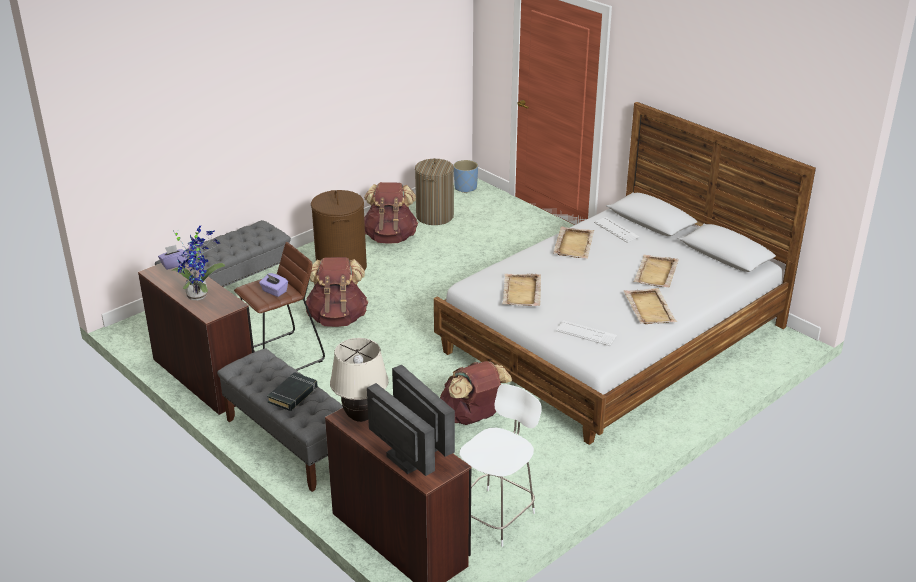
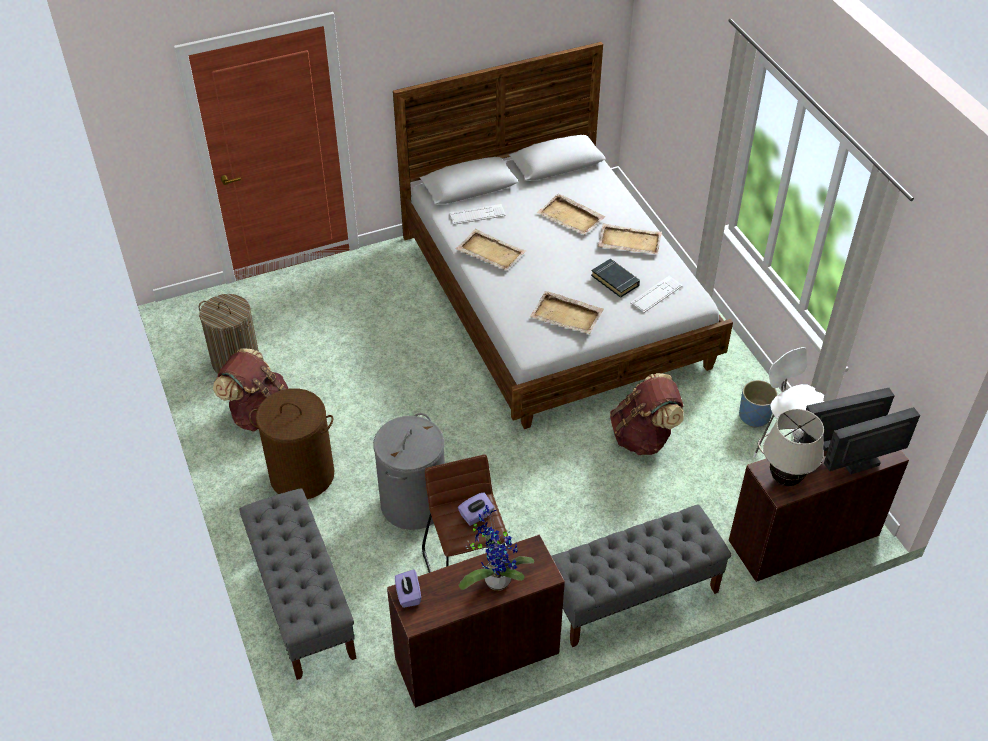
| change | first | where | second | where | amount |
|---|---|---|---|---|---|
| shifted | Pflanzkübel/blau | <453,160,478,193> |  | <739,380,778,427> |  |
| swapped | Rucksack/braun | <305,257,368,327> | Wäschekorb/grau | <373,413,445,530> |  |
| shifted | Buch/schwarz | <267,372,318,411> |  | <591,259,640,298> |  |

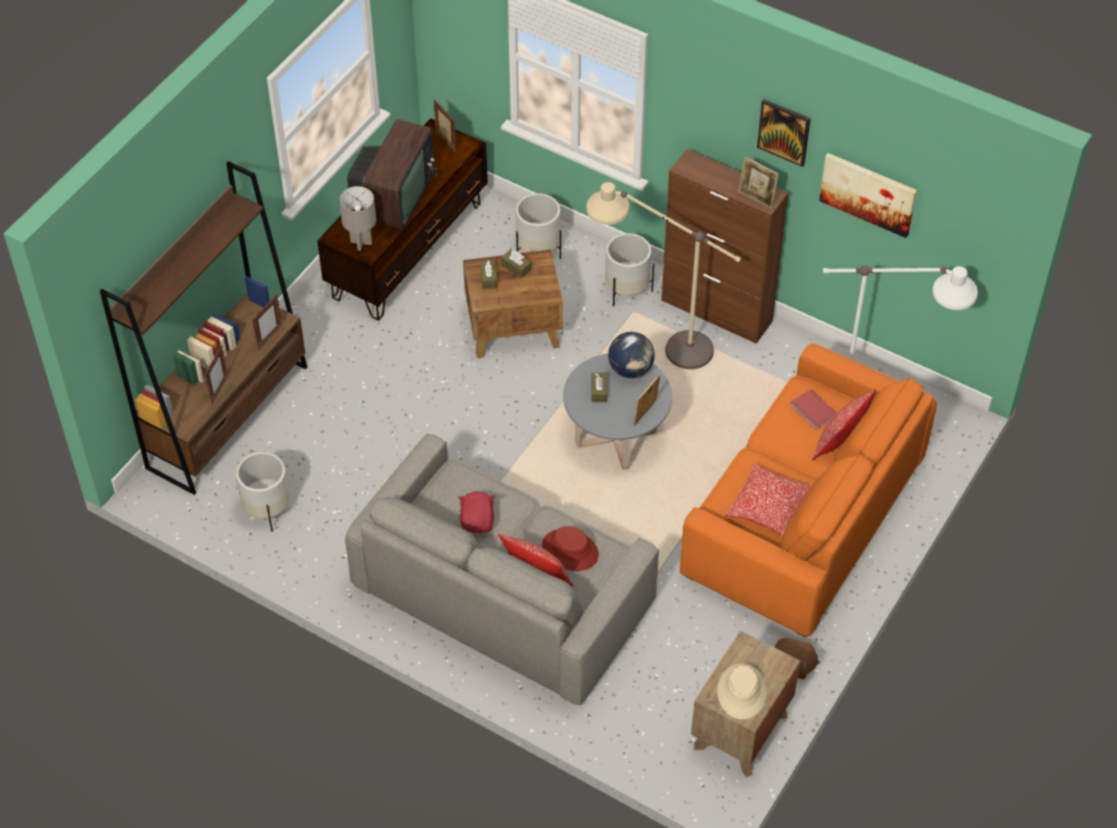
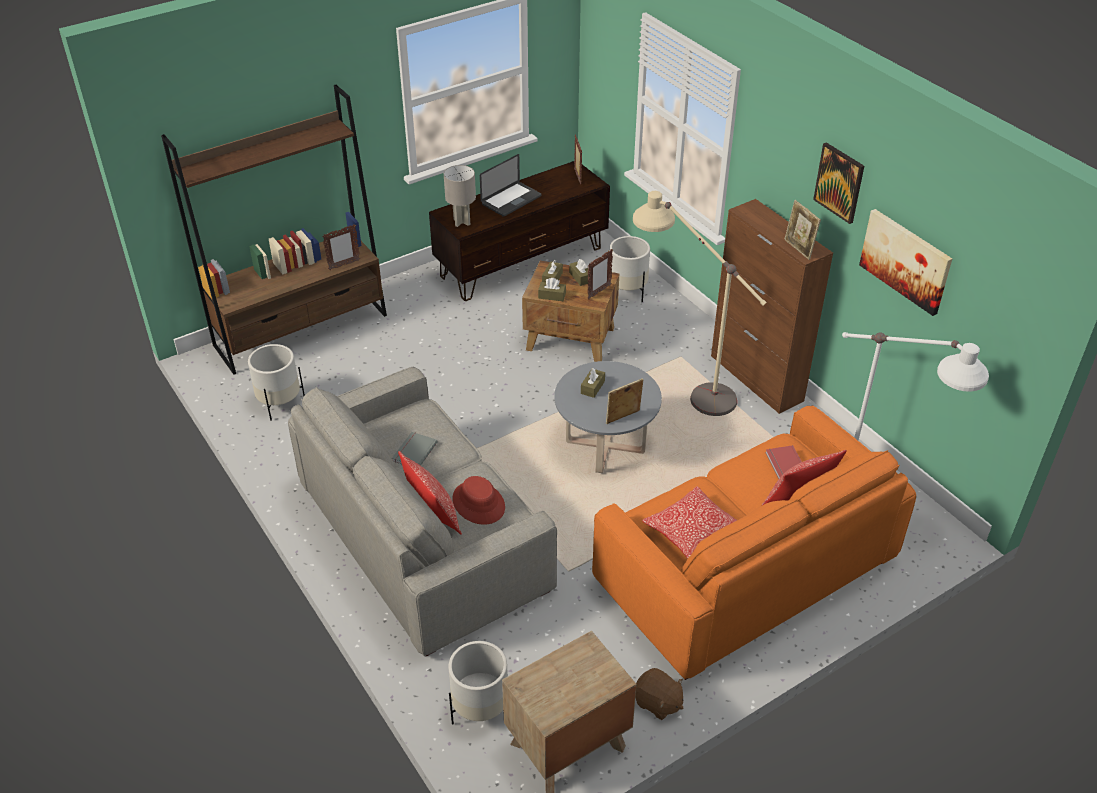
| change | first | where | second | where | amount |
|---|---|---|---|---|---|
| swapped | Fernseher | <347,119,437,229> | Laptop | <480,154,541,217> |  |
| shifted | Pflanzkübel/weiß | <605,233,654,307> |  | <449,641,508,725> |  |
| gone | Globus | <608,332,655,378> |  |  |  |
| shifted | Bilderrahmen | <205,345,228,404> |  | <588,249,613,299> |  |
| swapped | Plüschtier/rot | <458,491,495,533> | Buch/grau | <392,432,438,466> |  |
| gone | Hut/beige | <717,663,767,719> |  |  |  |
| new |  |  | Taschentuchbox/braun | <538,278,566,301> |  |

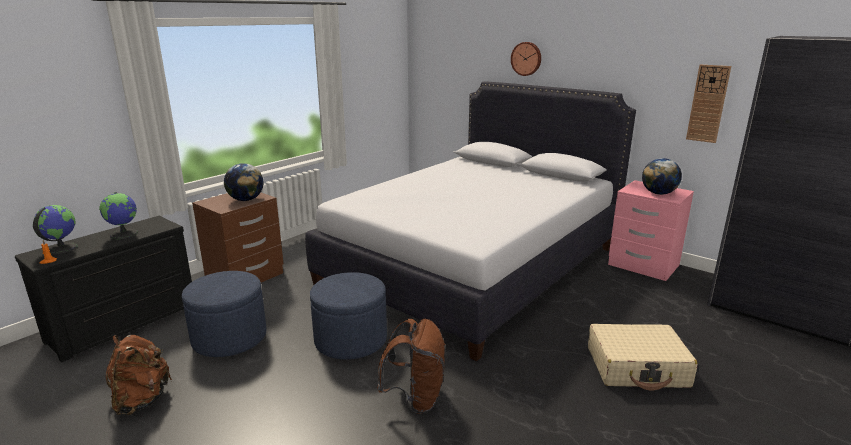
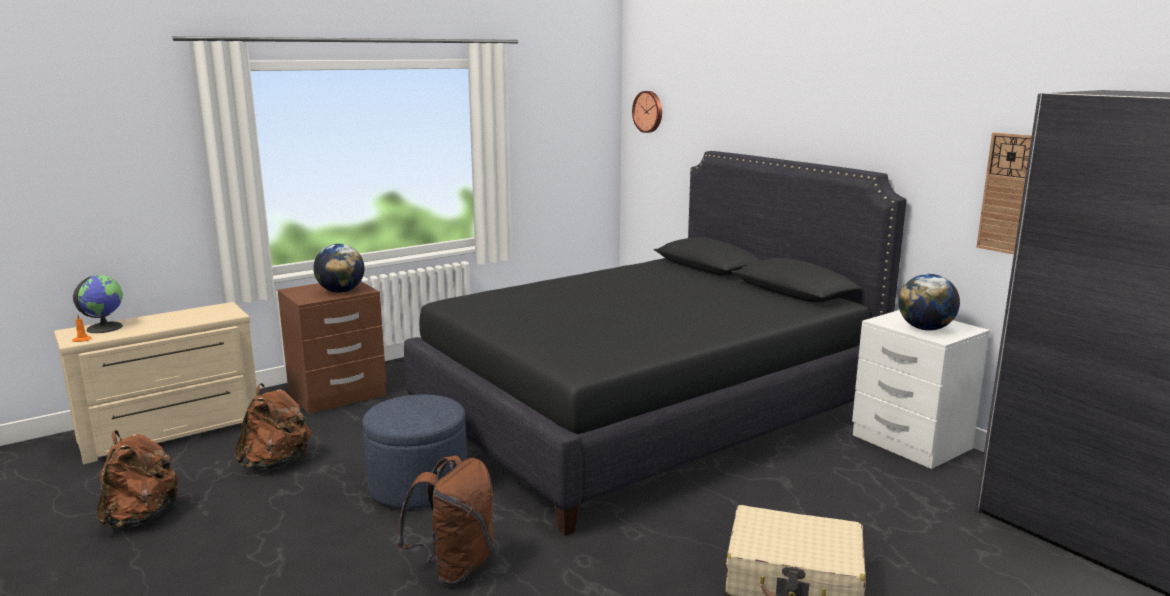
| change | first | where | second | where | amount |
|---|---|---|---|---|---|
| shifted | Wanduhr | <511,42,541,76> |  | <632,91,662,133> |  |
| repainted | Bett/weiß | <305,81,636,361> | Bett/schwarz | <404,151,907,536> |  |
| repainted | Nachttisch/rosa | <608,180,694,281> | Nachttisch/weiß | <852,310,990,469> |  |
| gone | Globus | <99,192,138,239> |  |  |  |
| repainted | Kommode/schwarz | <15,216,192,362> | Kommode/beige | <54,302,257,464> |  |
| swapped | Polsterhocker/blau | <182,271,267,357> | Rucksack/braun | <235,383,312,470> |  |

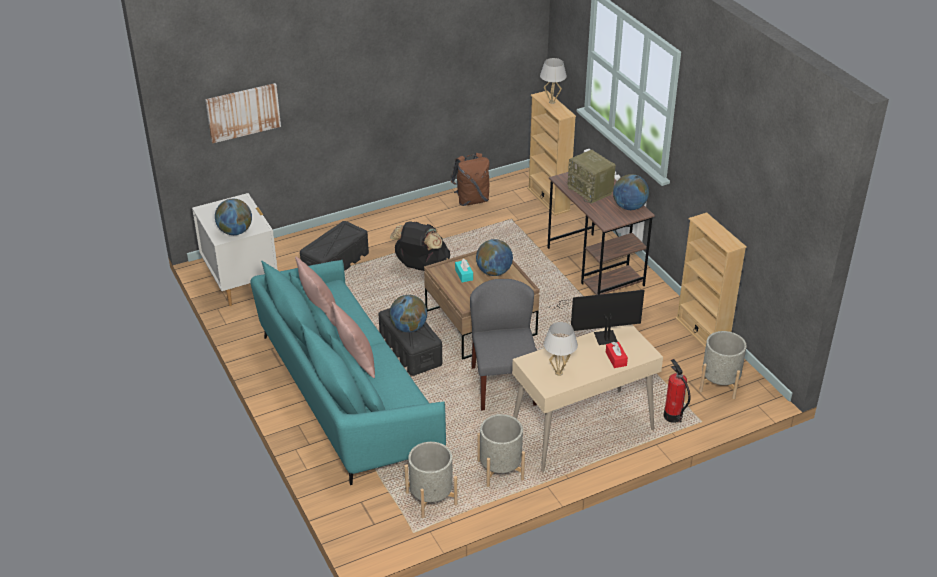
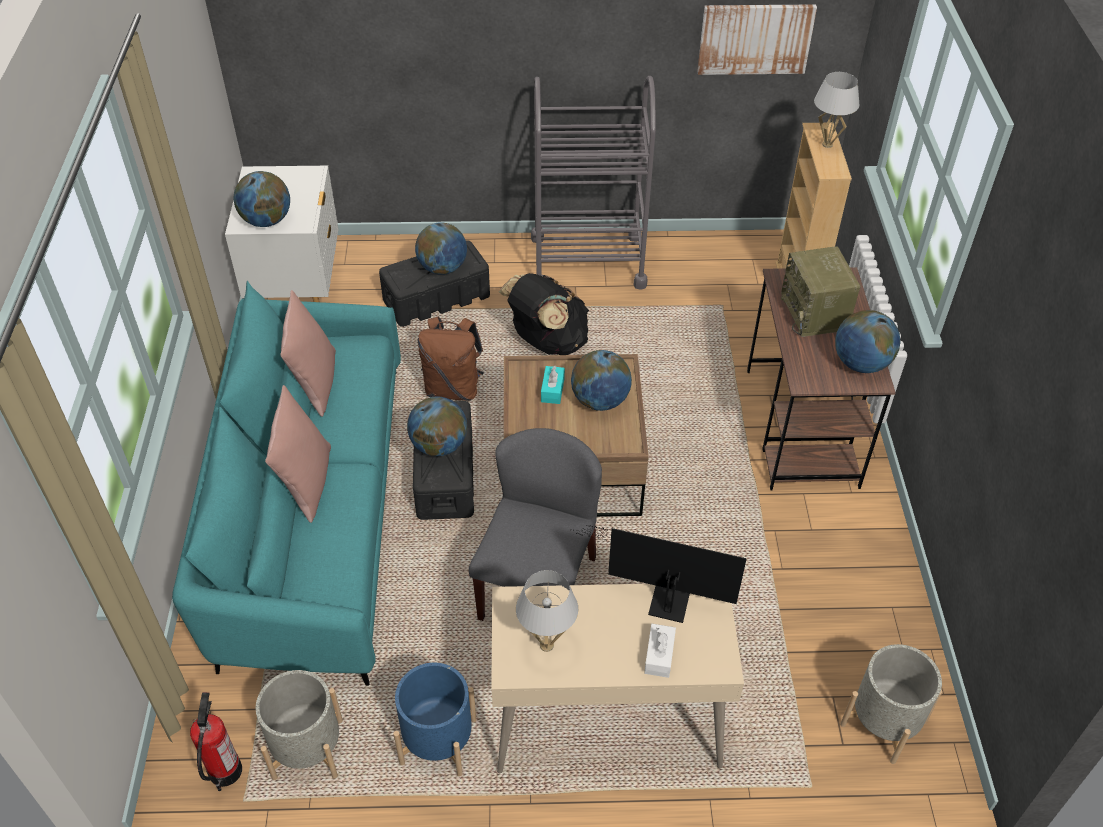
| change | first | where | second | where | amount |
|---|---|---|---|---|---|
| shifted | Bild | <205,83,281,143> |  | <697,4,817,75> |  |
| shifted | Rucksack/braun | <451,153,490,206> |  | <418,317,484,401> |  |
| gone | Bücherregal/beige | <675,212,747,348> |  |  |  |
| repainted | Taschentuchbox/rot | <606,342,628,368> | Taschentuchbox/weiß | <644,624,676,678> |  |
| shifted | Feuerlöscher | <664,359,691,423> |  | <190,692,242,791> |  |
| repainted | Pflanzkübel/grau | <477,414,525,487> | Pflanzkübel/blau | <393,663,476,776> |  |
| new |  |  | Rollwagen/grau | <531,76,656,290> |  |
| new |  |  | Globus | <415,222,467,275> |  |

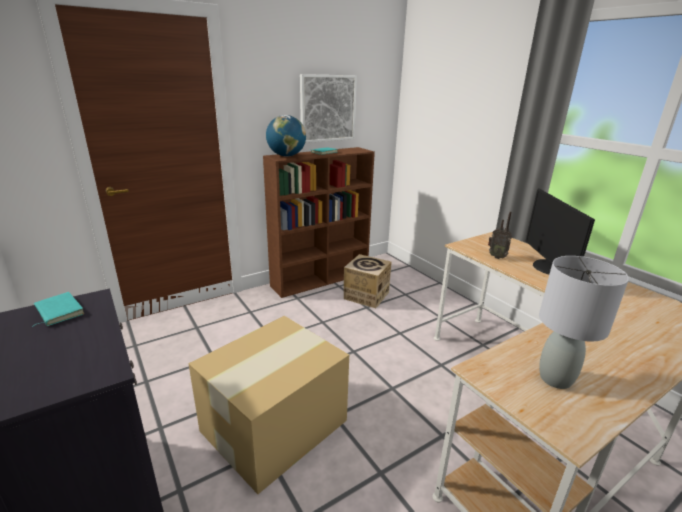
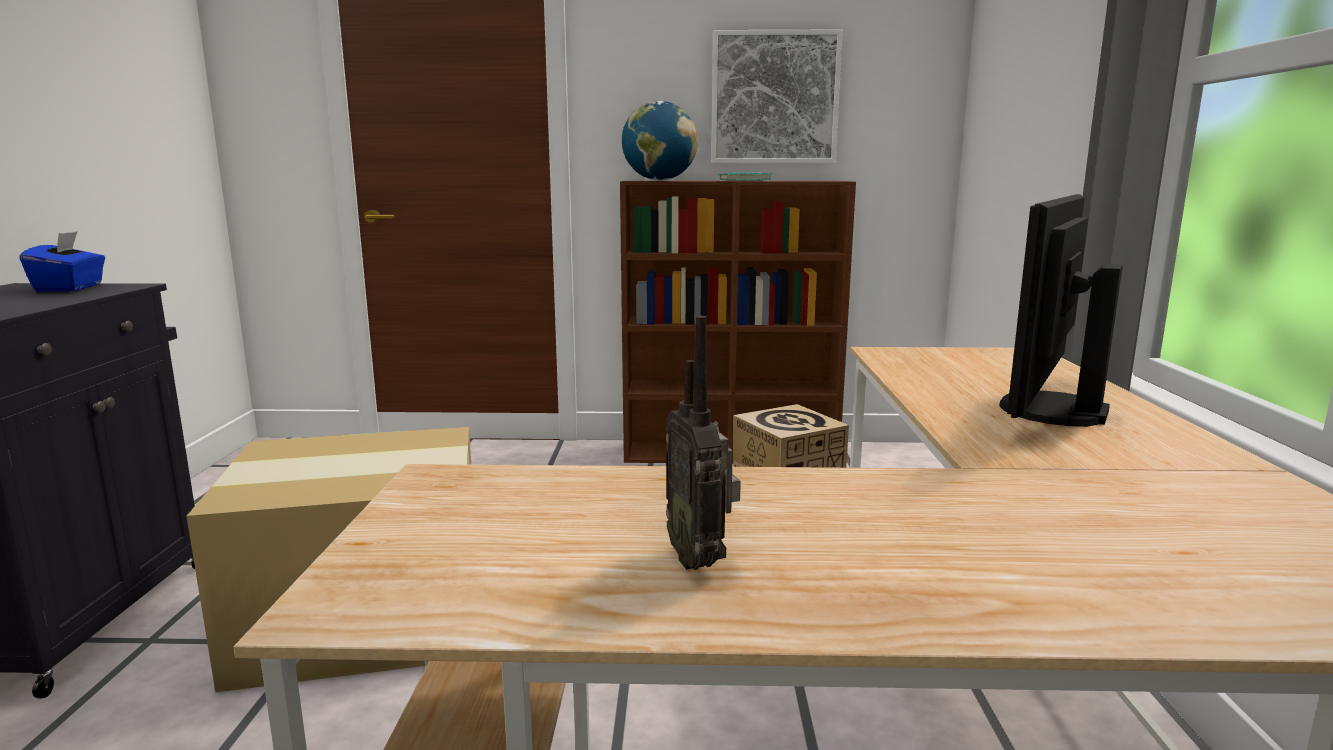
| change | first | where | second | where | amount |
|---|---|---|---|---|---|
| shifted | Radio | <488,211,512,259> |  | <665,316,741,570> |  |
| gone | Tischlampe/grau | <539,256,629,389> |  |  |  |
| swapped | Buch/türkis | <32,292,84,327> | Taschentuchbox/blau | <19,231,105,292> |  |

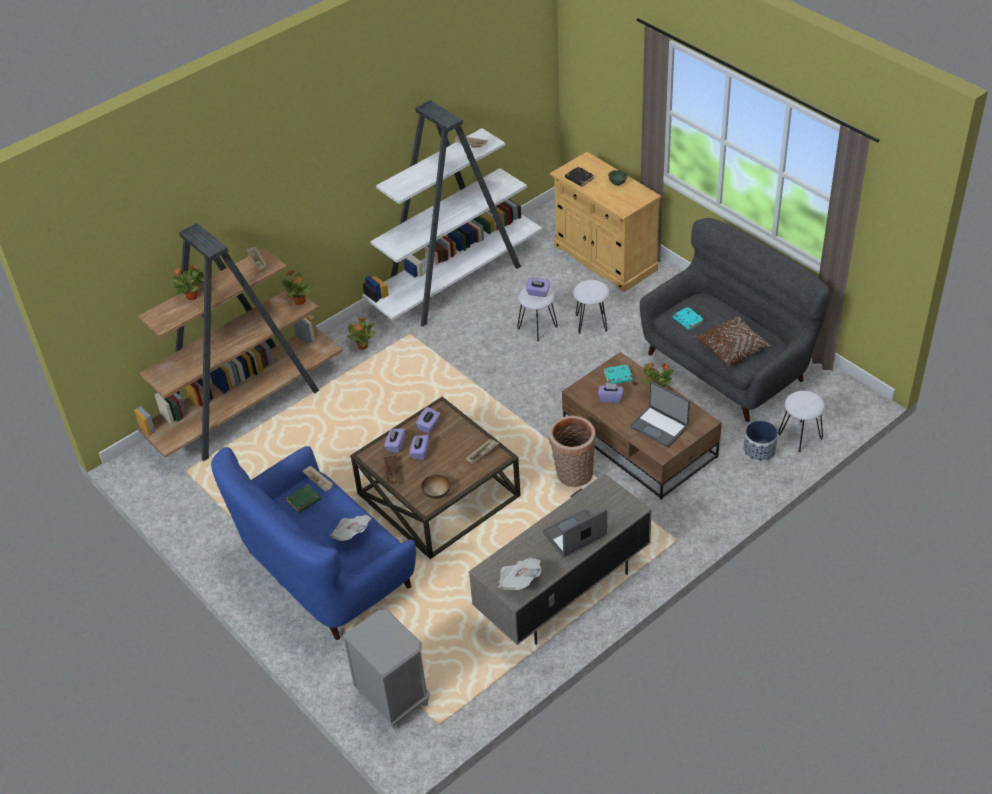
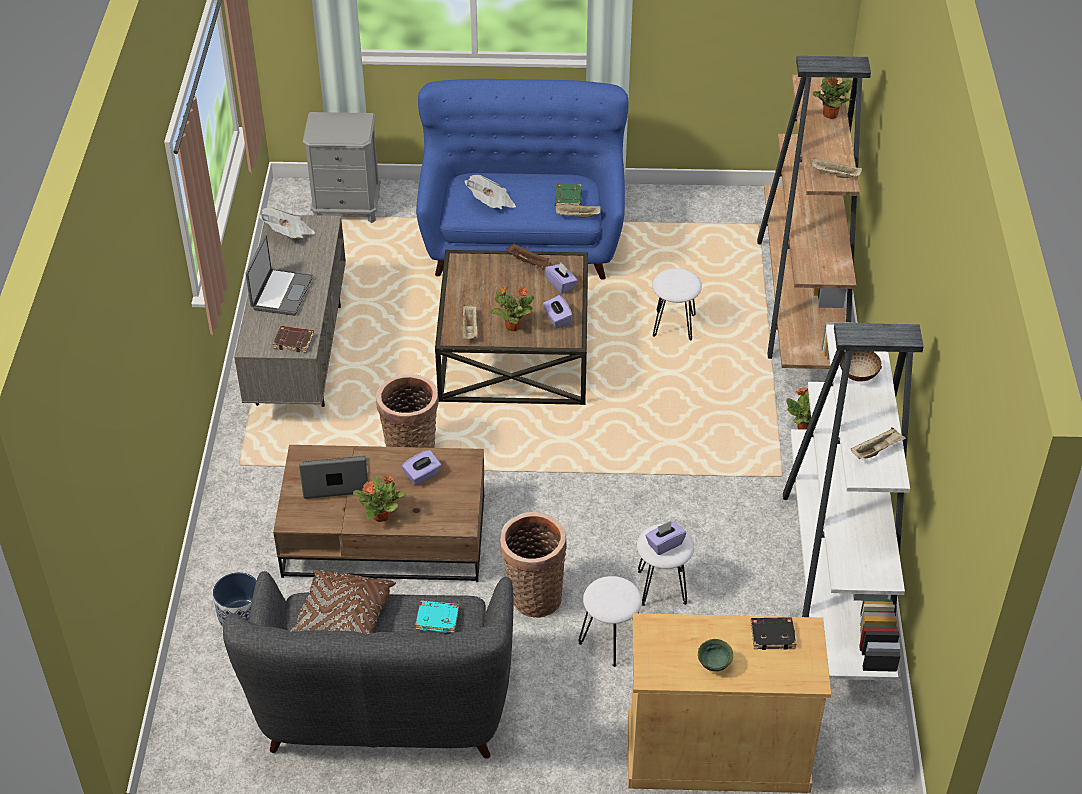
| change | first | where | second | where | amount |
|---|---|---|---|---|---|
| shifted | Topfpflanze | <282,270,314,305> |  | <491,286,534,331> |  |
| gone | Buch/türkis | <603,364,633,384> |  |  |  |
| shifted | Hocker/weiß | <778,391,825,452> |  | <652,268,702,341> |  |
| gone | Taschentuchbox/lila | <410,435,429,460> |  |  |  |
| shifted | Schüssel | <421,475,450,499> |  | <840,351,882,382> |  |
| new |  |  | Buch/braun | <273,326,314,352> |  |
| new |  |  | Korb | <500,512,567,617> |  |

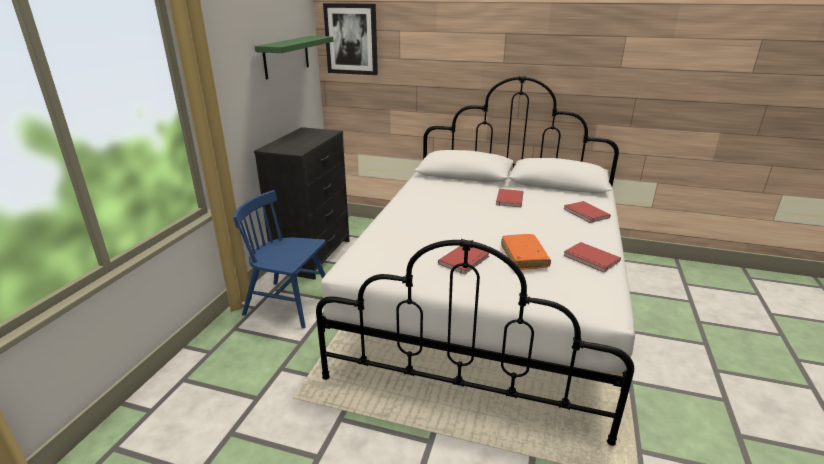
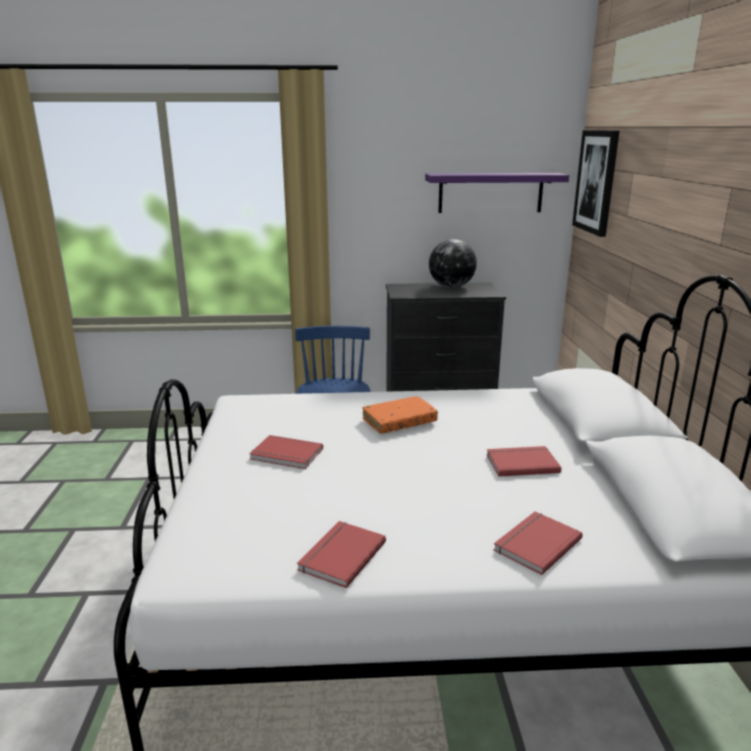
| change | first | where | second | where | amount |
|---|---|---|---|---|---|
| repainted | Wandregal/grün | <255,36,334,79> | Wandregal/lila | <425,173,569,213> |  |
| shifted | Buch/orange | <501,234,551,270> |  | <362,396,438,434> |  |
| new |  |  | Globus | <429,239,477,288> |  |

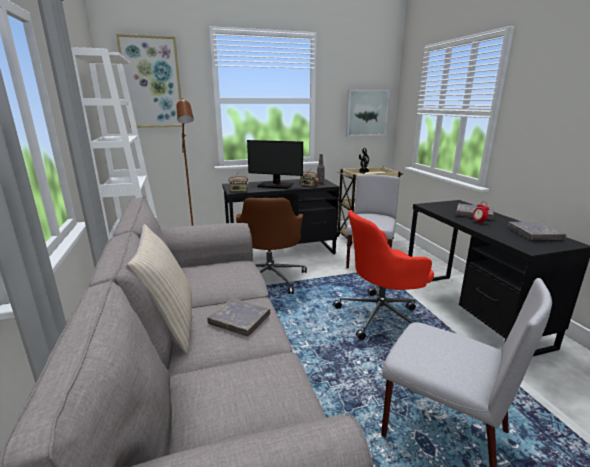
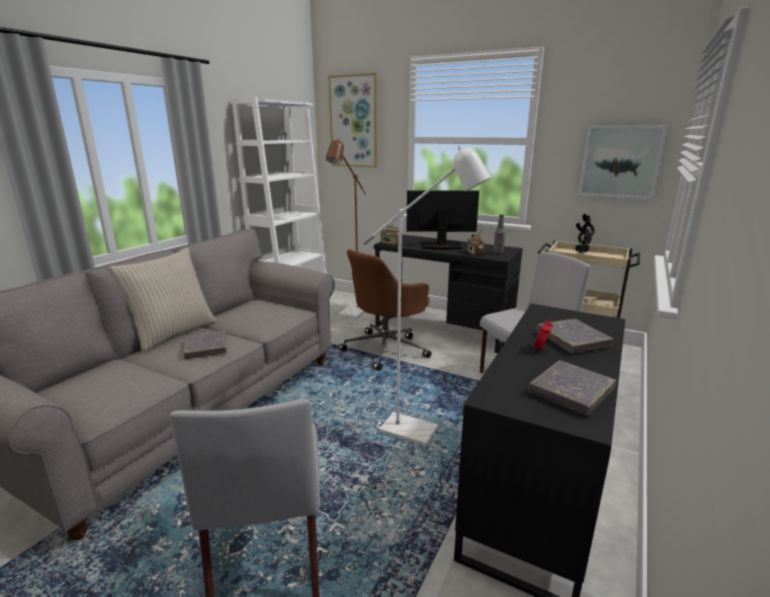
| change | first | where | second | where | amount |
|---|---|---|---|---|---|
| rotated | Monitor | <247,140,303,189> |  | <406,190,479,249> | 120 degrees clockwise |
| swapped | Bürostuhl/rot | <333,210,434,340> | Stehlampe/weiß | <363,145,491,446> |  |

